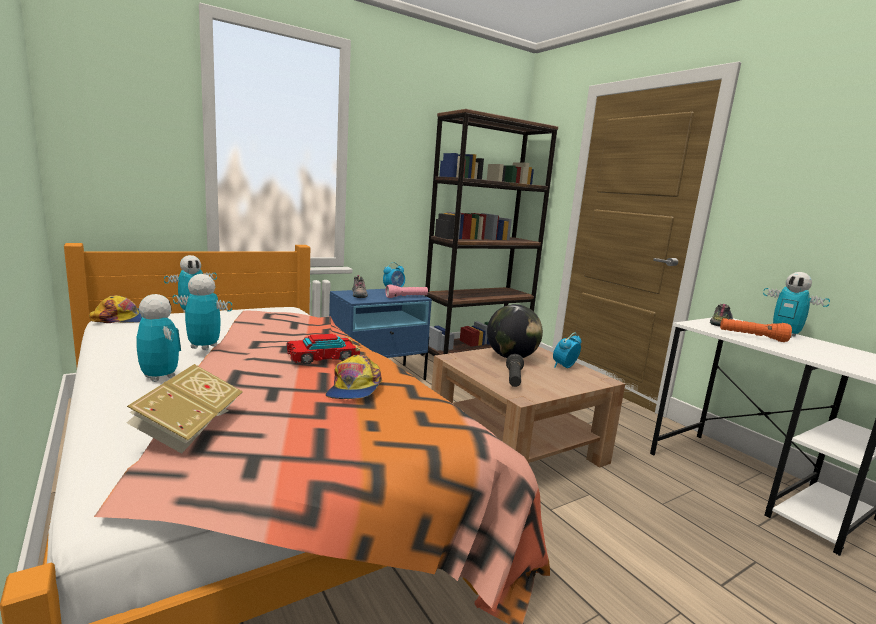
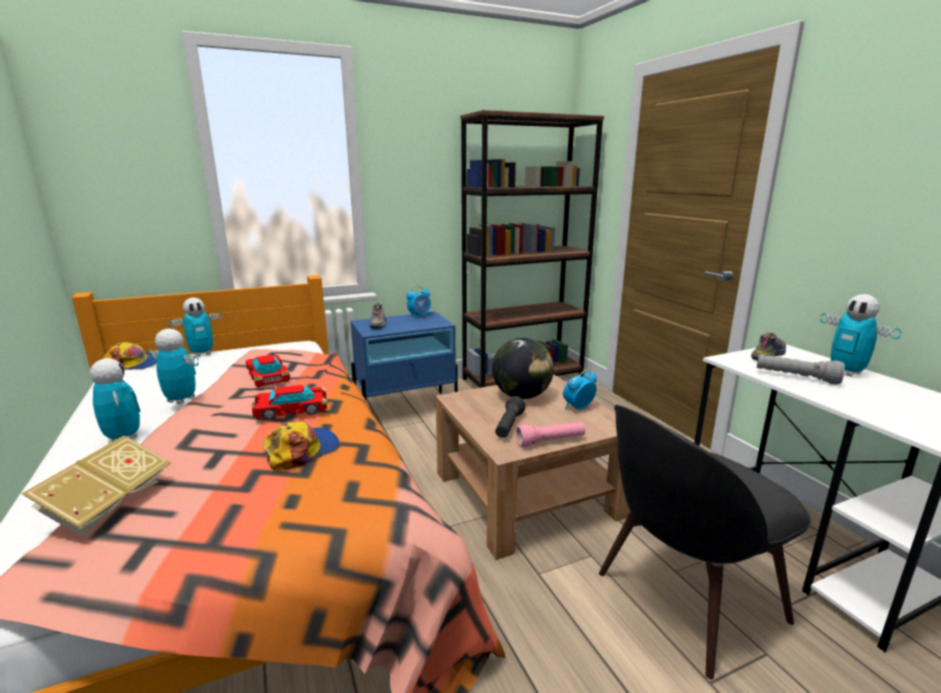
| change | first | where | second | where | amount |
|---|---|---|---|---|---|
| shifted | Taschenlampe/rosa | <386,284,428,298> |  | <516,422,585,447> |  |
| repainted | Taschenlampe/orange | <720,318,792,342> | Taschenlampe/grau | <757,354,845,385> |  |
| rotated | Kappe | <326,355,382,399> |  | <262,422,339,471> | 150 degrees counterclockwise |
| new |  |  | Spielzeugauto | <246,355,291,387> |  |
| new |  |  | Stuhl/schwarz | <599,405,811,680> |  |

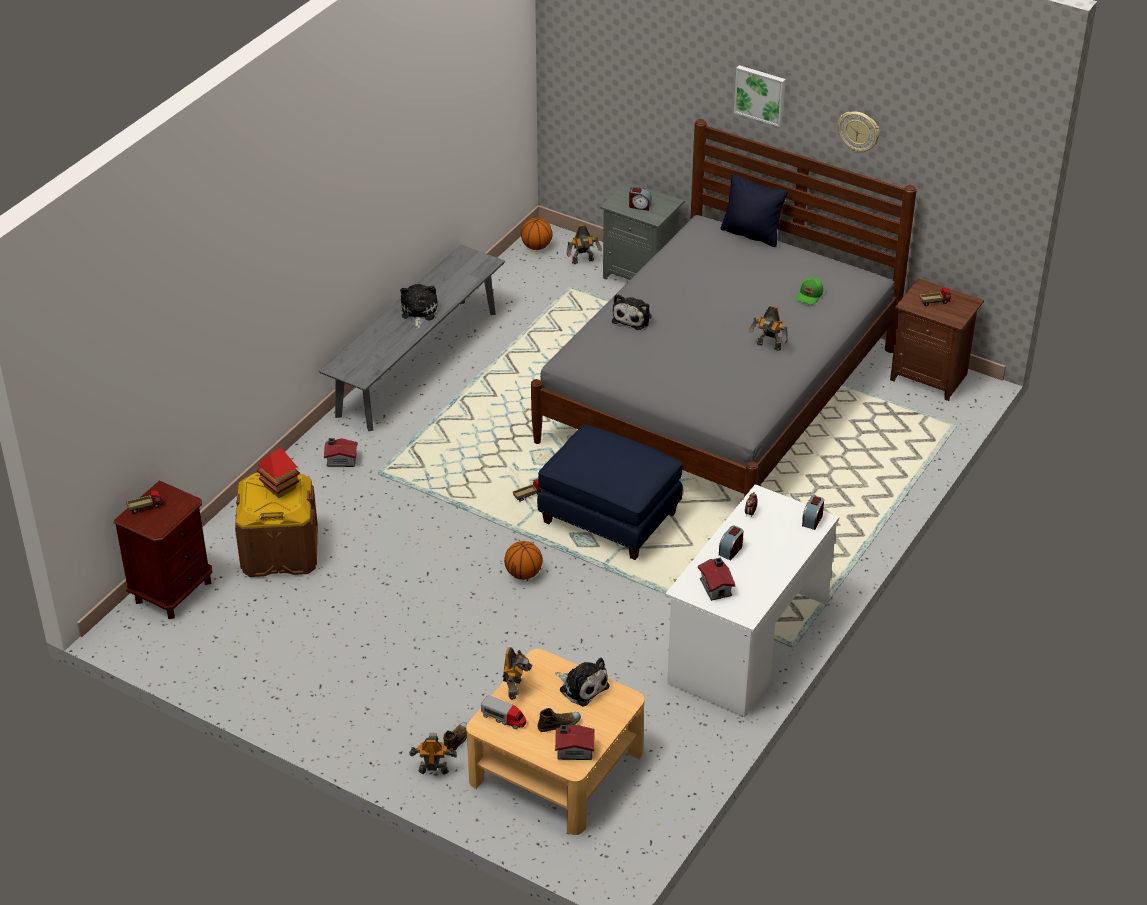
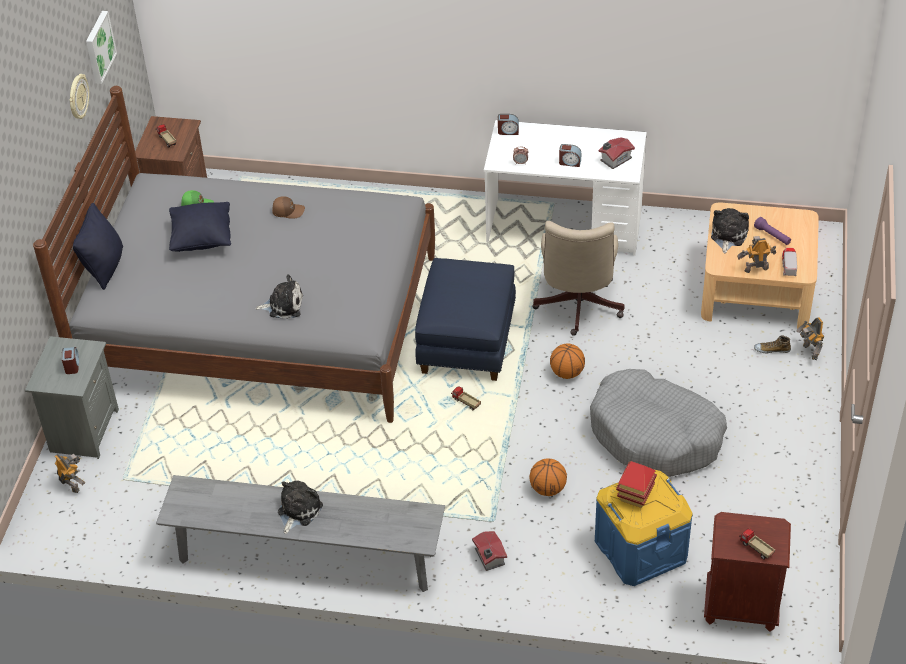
| change | first | where | second | where | amount |
|---|---|---|---|---|---|
| shifted | Bild | <734,65,786,127> |  | <86,11,117,84> |  |
| shifted | Basketball | <521,218,553,250> |  | <529,458,567,496> |  |
| rotated | Plüschtier | <400,284,438,329> |  | <278,480,323,534> | 135 degrees clockwise |
| swapped | Spielzeugroboter | <748,305,788,351> | Kappe/braun | <272,196,305,219> |  |
| repainted | Aufbewahrungsbox/braun | <235,472,318,577> | Aufbewahrungsbox/blau | <595,470,693,586> |  |
| swapped | Schuh | <537,708,581,732> | Taschenlampe/lila | <754,217,791,245> |  |
| gone | Spielzeughaus | <555,725,595,760> |  |  |  |
| new |  |  | Kissen/schwarz | <169,202,231,252> |  |
| new |  |  | Bürostuhl/beige | <532,221,625,336> |  |
| new |  |  | Hundebett/grau | <590,369,727,477> |  |

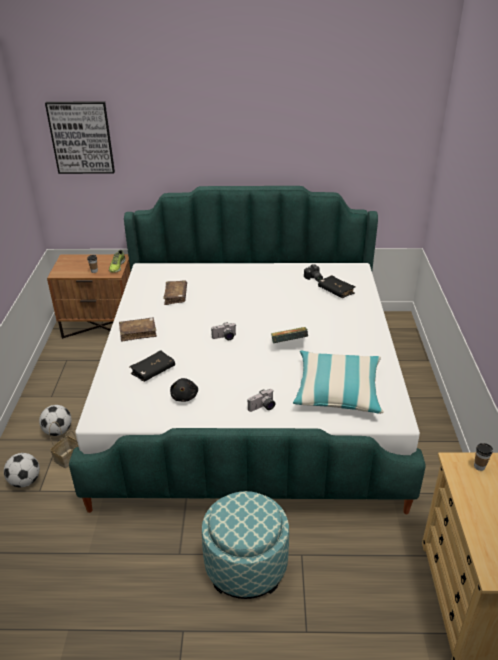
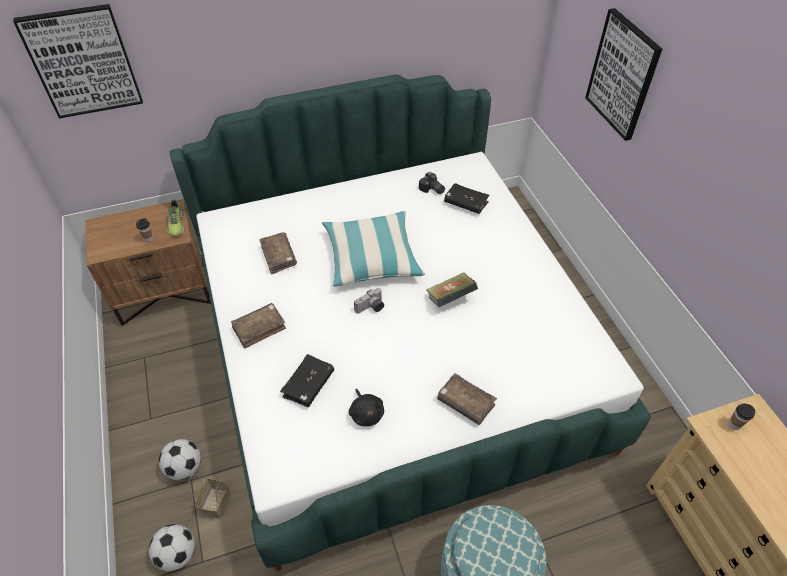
| change | first | where | second | where | amount |
|---|---|---|---|---|---|
| shifted | Kissen | <293,350,384,414> |  | <322,211,425,286> |  |
| swapped | Kamera | <248,389,275,412> | Buch/braun | <437,373,497,425> |  |
| new |  |  | Bild | <585,8,662,141> |  |

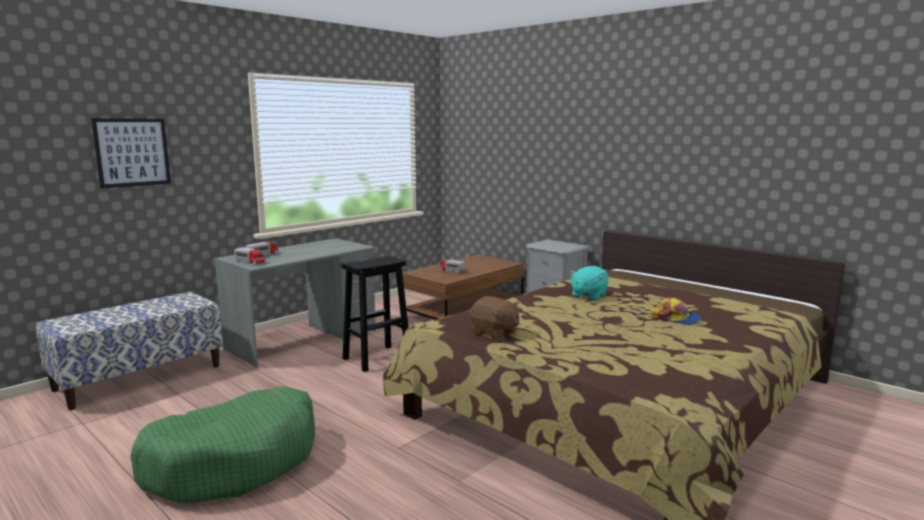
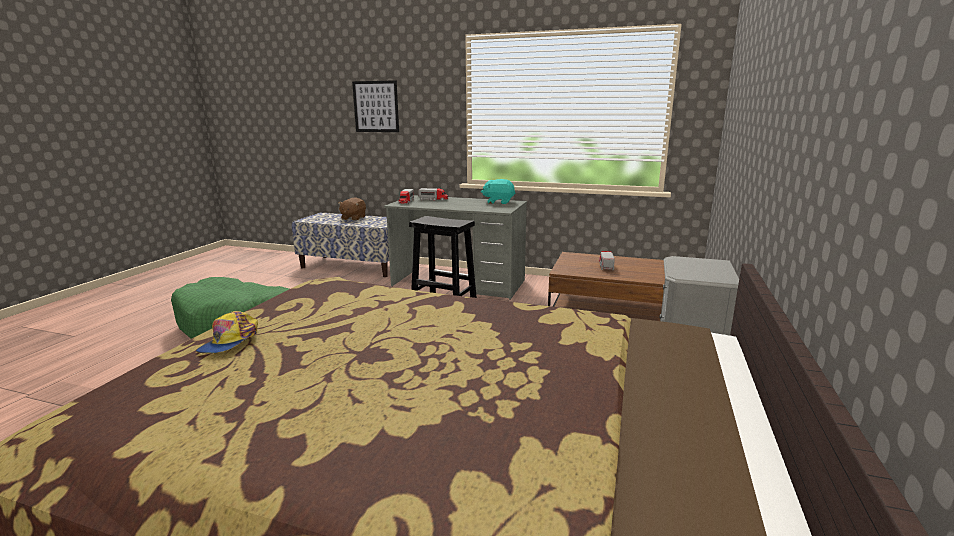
| change | first | where | second | where | amount |
|---|---|---|---|---|---|
| shifted | Plüschtier/türkis | <569,266,609,301> |  | <481,179,515,204> |  |
| shifted | Plüschtier/braun | <469,296,519,340> |  | <338,198,366,221> |  |
| shifted | Kappe | <651,298,701,325> |  | <196,311,258,354> |  |

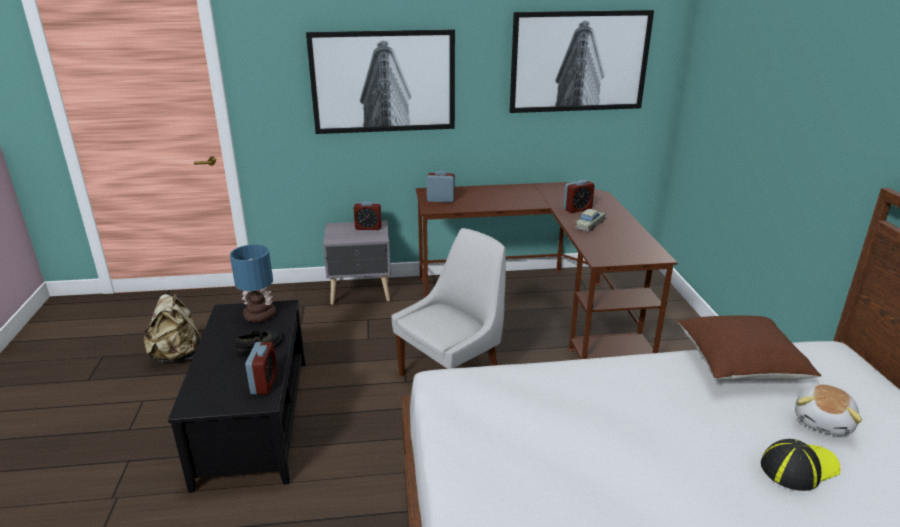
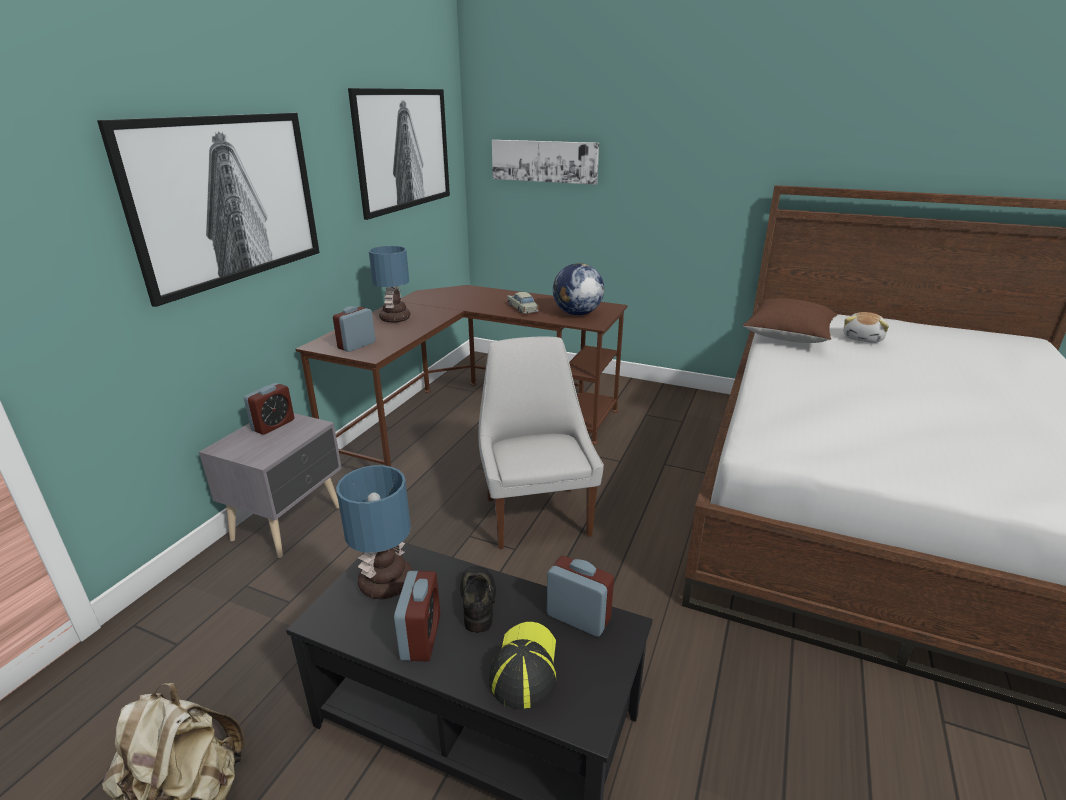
| change | first | where | second | where | amount |
|---|---|---|---|---|---|
| shifted | Wecker | <563,180,595,213> |  | <394,571,440,661> |  |
| rotated | Plüschtier | <795,384,862,436> |  | <843,312,889,343> | 60 degrees clockwise |
| shifted | Kappe | <761,439,841,491> |  | <489,622,557,710> |  |
| new |  |  | Bild | <492,140,599,185> |  |
| new |  |  | Tischlampe | <369,246,410,323> |  |
| new |  |  | Globus | <553,263,604,315> |  |

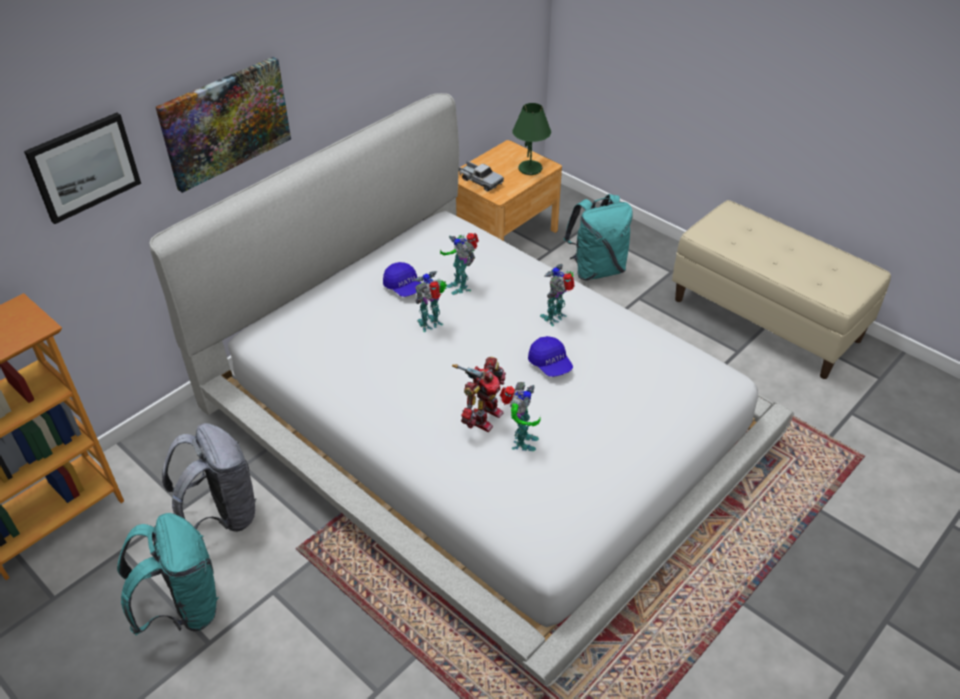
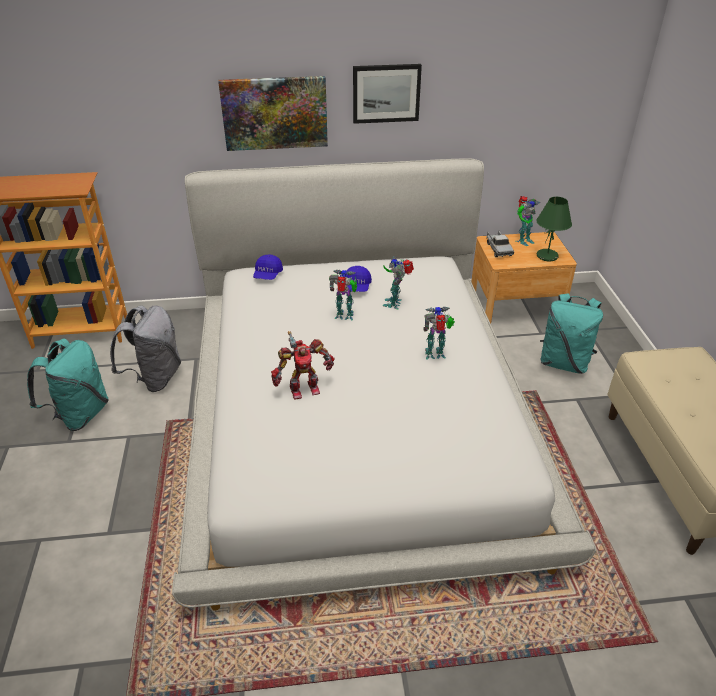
| change | first | where | second | where | amount |
|---|---|---|---|---|---|
| shifted | Bild | <24,113,141,224> |  | <353,64,422,124> |  |
| shifted | Kappe/blau | <528,336,573,377> |  | <253,254,283,280> |  |
| shifted | Spielzeugroboter | <500,382,541,451> |  | <516,196,540,246> |  |

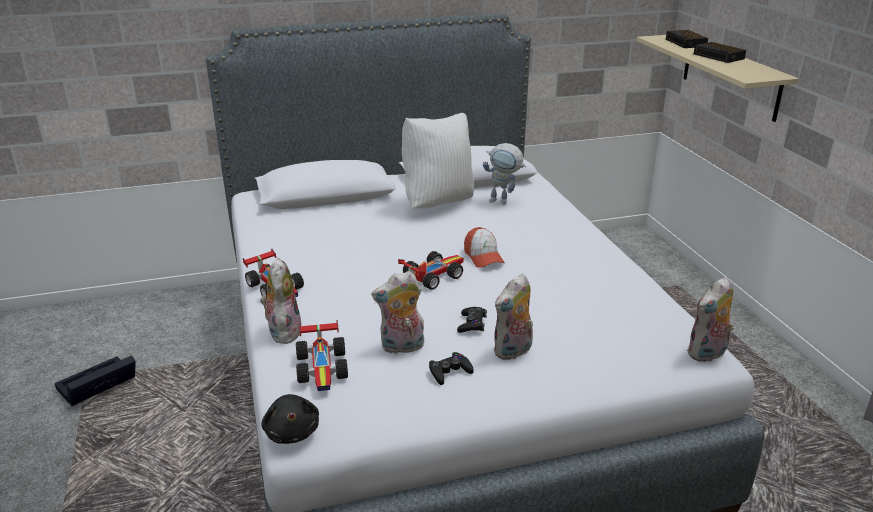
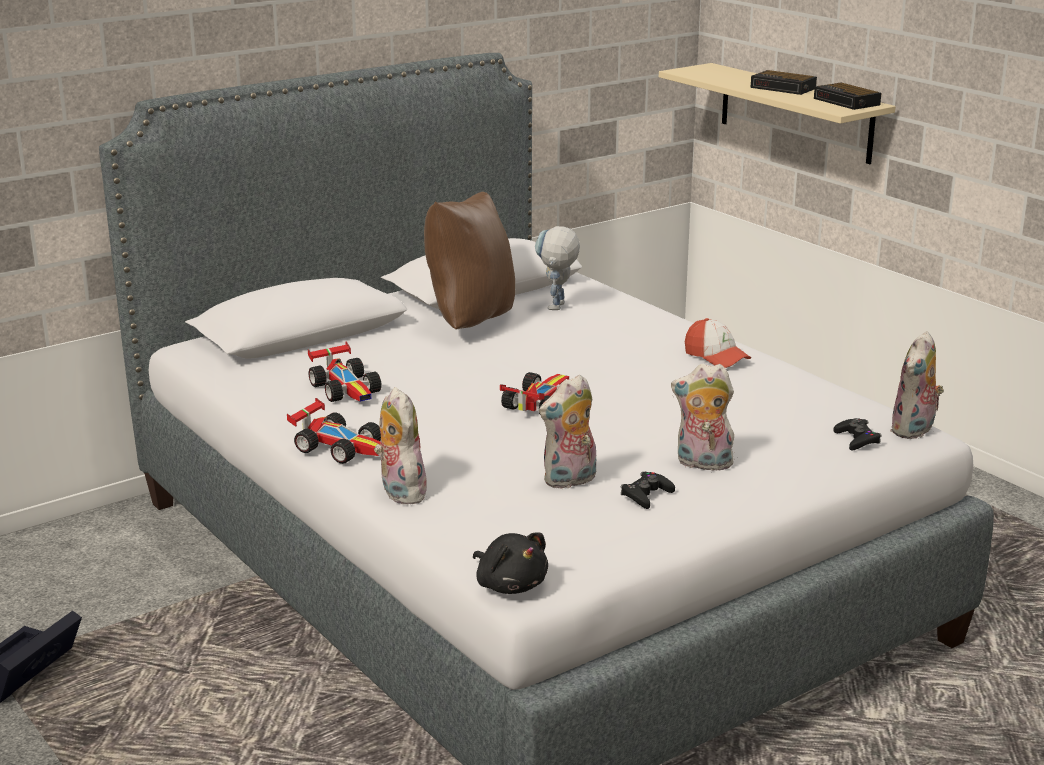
| change | first | where | second | where | amount |
|---|---|---|---|---|---|
| shifted | Wecker | <666,30,708,48> |  | <814,83,881,110> |  |
| repainted | Kissen/weiß | <402,113,474,209> | Kissen/braun | <424,192,515,329> |  |
| rotated | Spielzeugroboter | <483,143,527,204> |  | <535,226,580,310> | 105 degrees clockwise |
| shifted | Kappe | <464,227,505,268> |  | <685,318,751,368> |  |
| rotated | Plüschtier | <493,274,533,360> |  | <671,363,735,471> | 75 degrees clockwise |
| shifted | Gamepad/schwarz | <457,307,487,333> |  | <833,418,882,450> |  |
| shifted | Spielzeugauto | <296,320,348,391> |  | <308,341,382,402> |  |

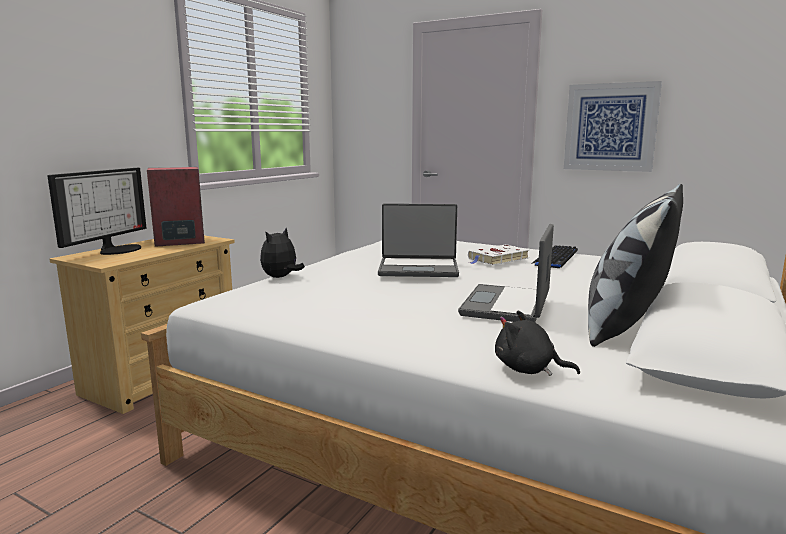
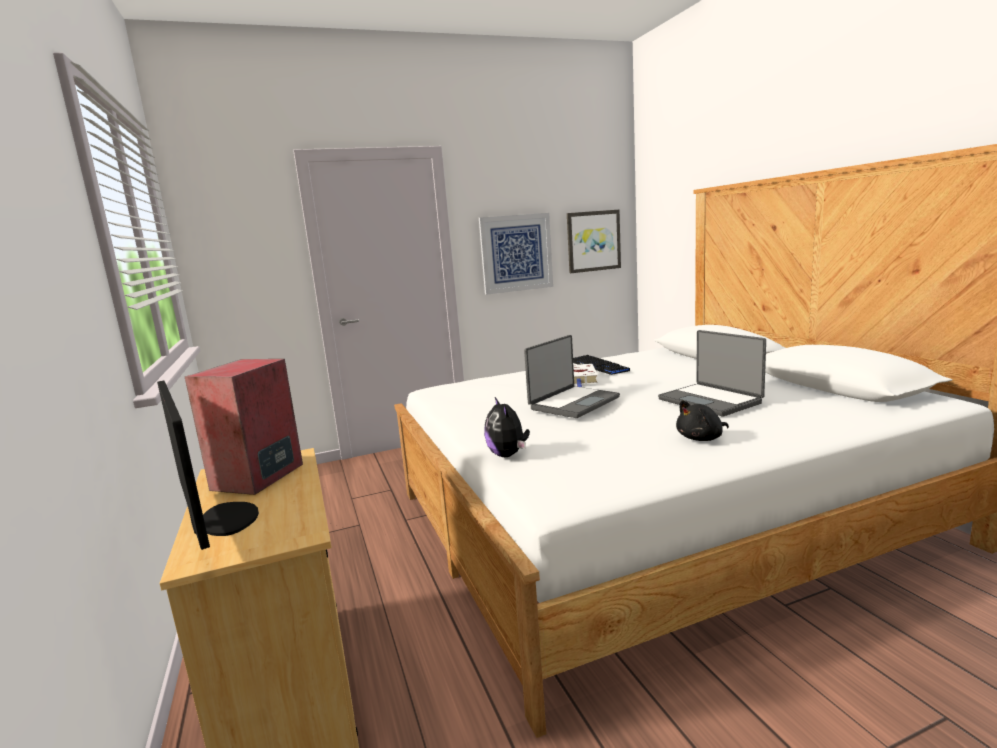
| change | first | where | second | where | amount |
|---|---|---|---|---|---|
| gone | Kissen | <588,184,683,347> |  |  |  |
| shifted | Plüschtier/schwarz | <495,311,580,376> |  | <676,400,729,441> |  |
| new |  |  | Bild | <567,210,621,273> |  |

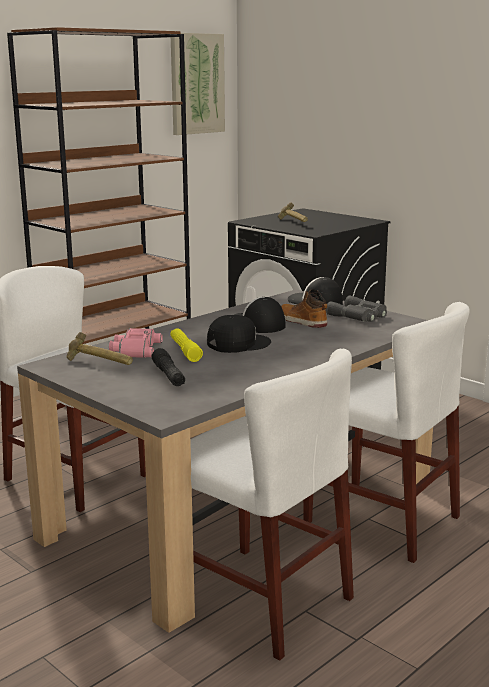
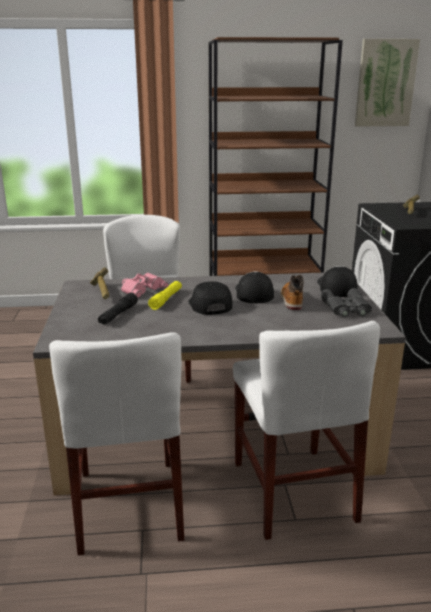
| change | first | where | second | where | amount |
|---|---|---|---|---|---|
| rotated | Kappe/schwarz | <207,315,271,353> |  | <188,281,232,315> | 120 degrees counterclockwise |

